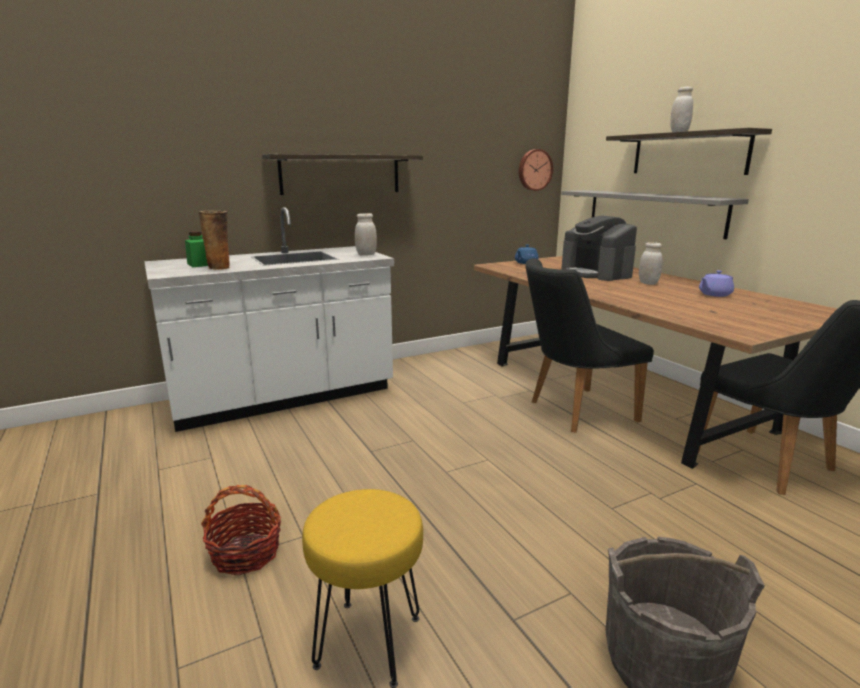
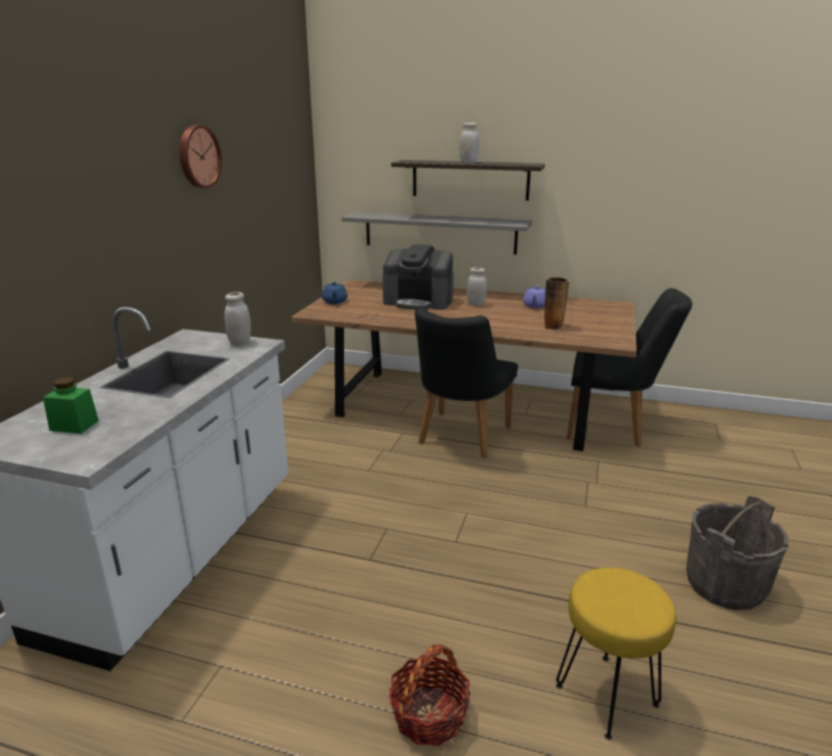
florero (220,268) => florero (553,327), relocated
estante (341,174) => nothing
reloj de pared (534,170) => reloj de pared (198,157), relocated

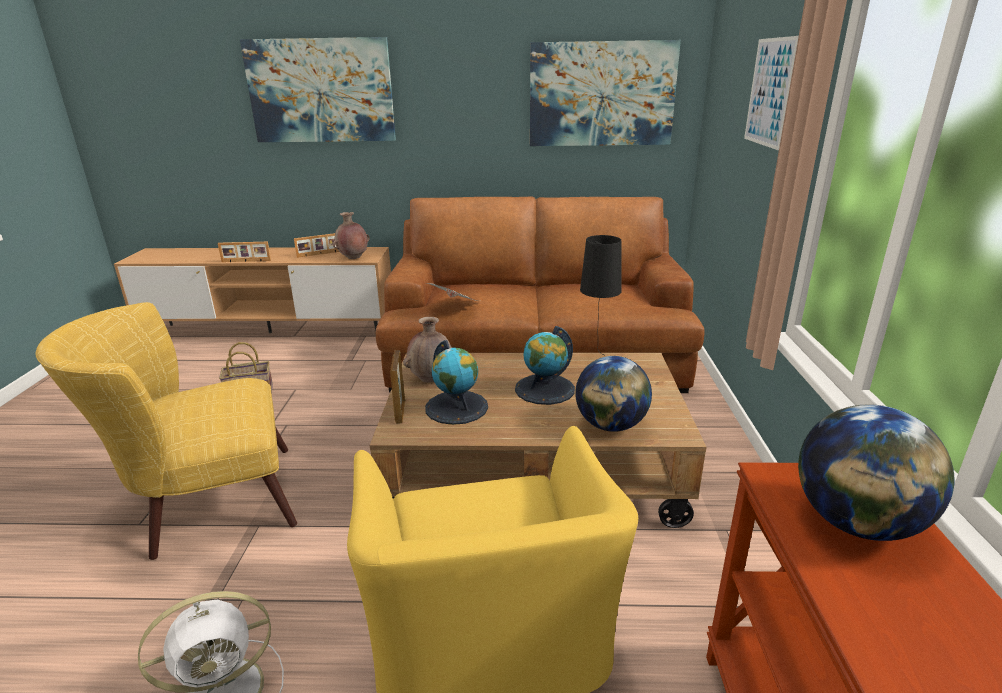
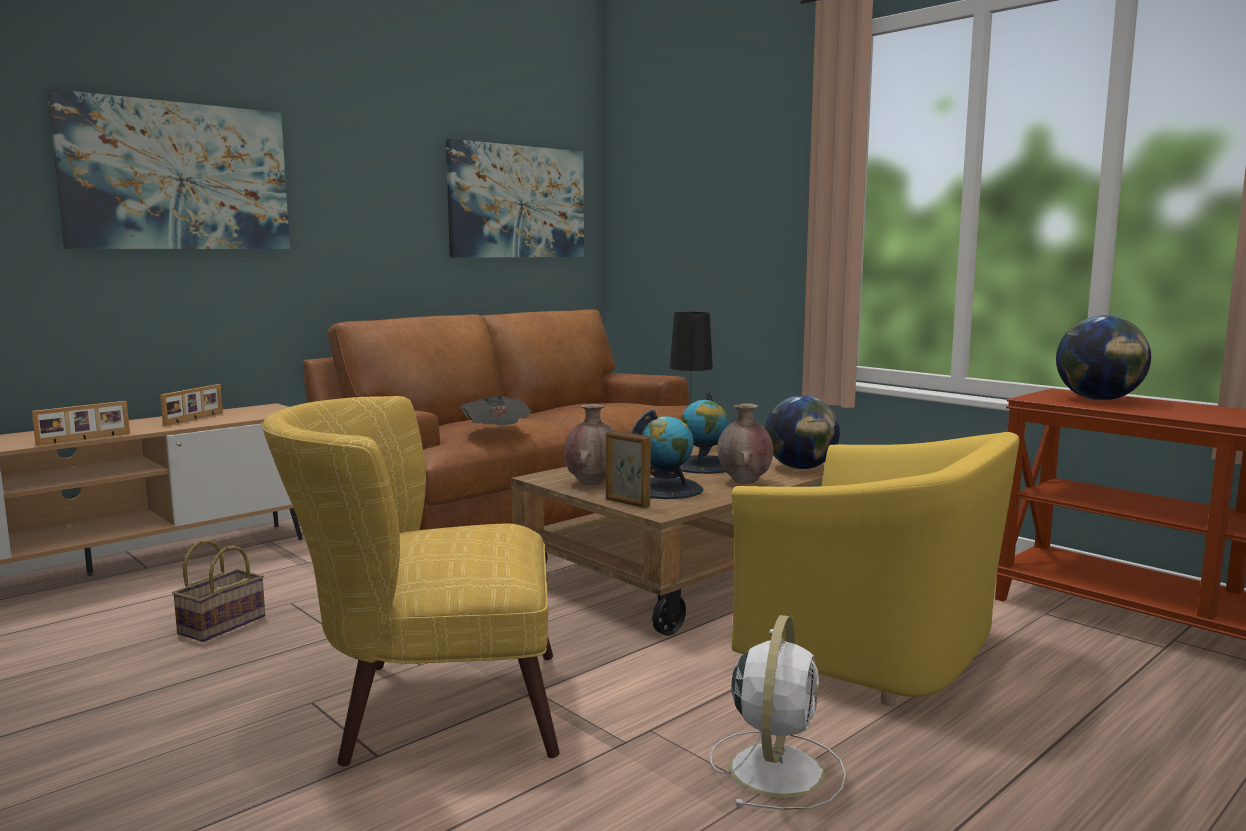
sillón [amarillo] (205,504) => sillón [amarillo] (426,708), 60 degrees clockwise
florero [marrón] (353,258) => florero [marrón] (744,482), relocated
cuadro (769,92) => nothing

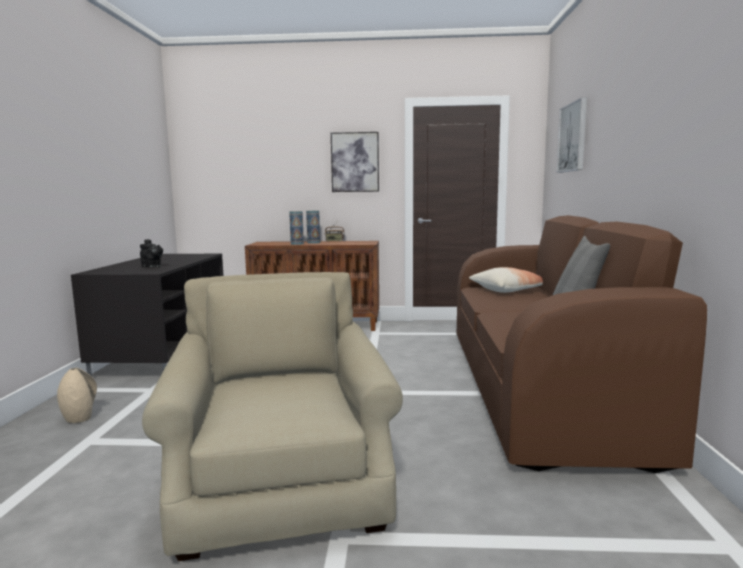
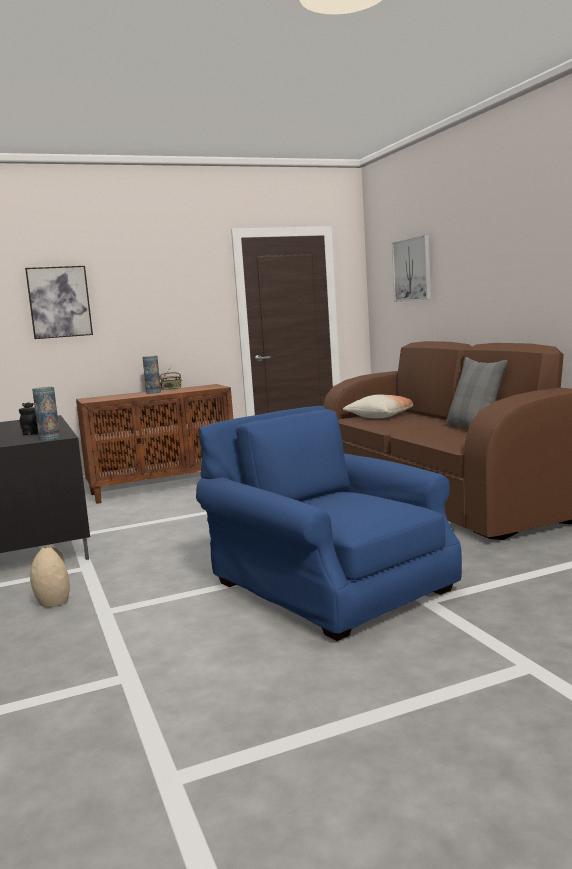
sillón [beis] (281,477) => sillón [azul] (330,586)
florero (297,244) => florero (49,438), relocated
cuadro (355,162) => cuadro (59,302), relocated

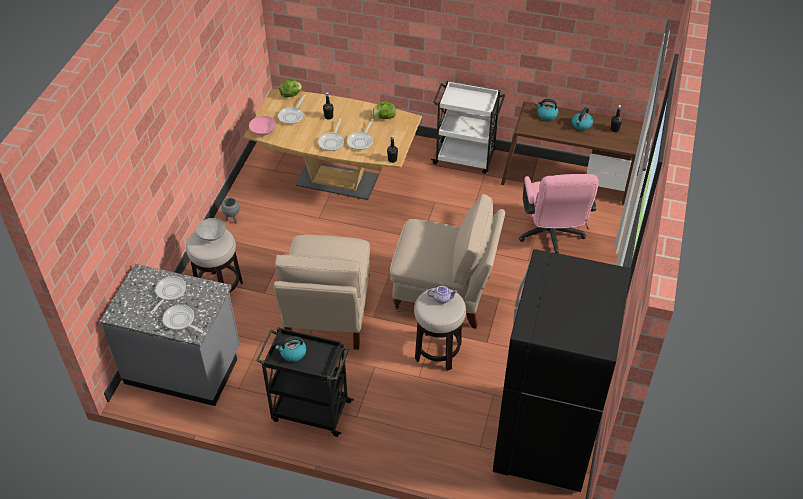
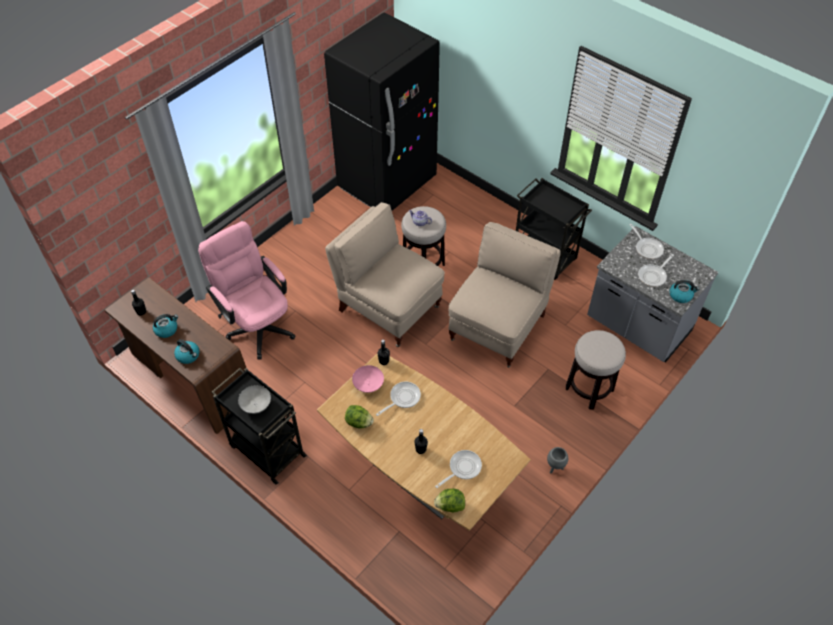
cuenco [gris] (212,236) => cuenco [gris] (256,405), relocated
cuenco [rosa] (263,132) => cuenco [rosa] (368,384), relocated
hervidor (292,353) => hervidor (681,295), relocated
sartén (332,142) => nothing
carrito [blanco] (465,158) => carrito [negro] (266,450)
silla de oficina [rosa] (551,237) => silla de oficina [rosa] (257,324), 60 degrees counterclockwise

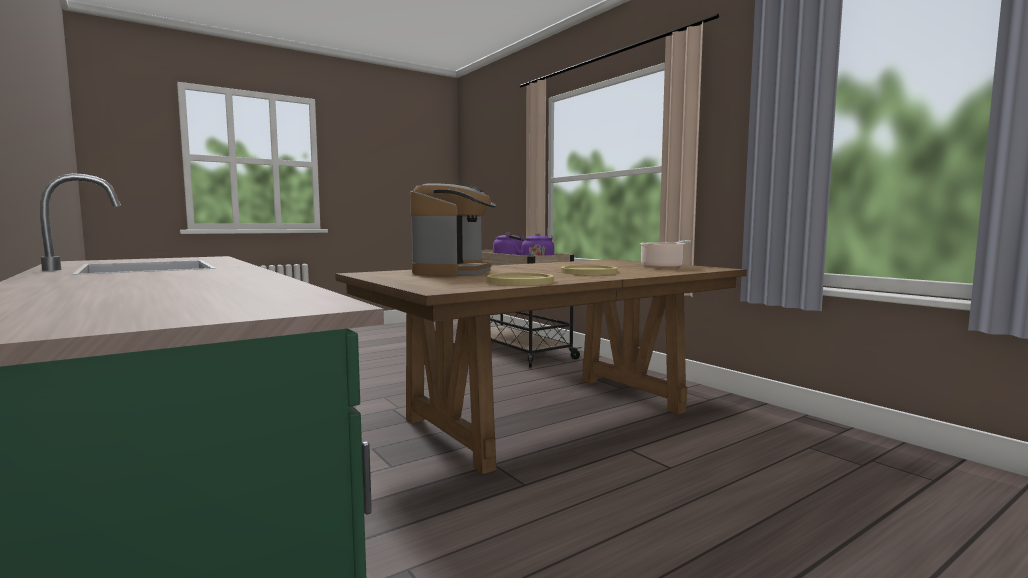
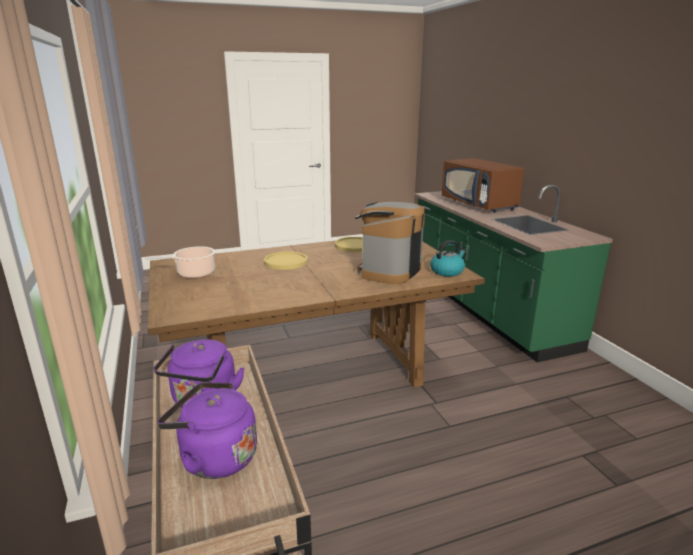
nothing => hervidor (447,271)
nothing => microondas [marrón] (479,205)

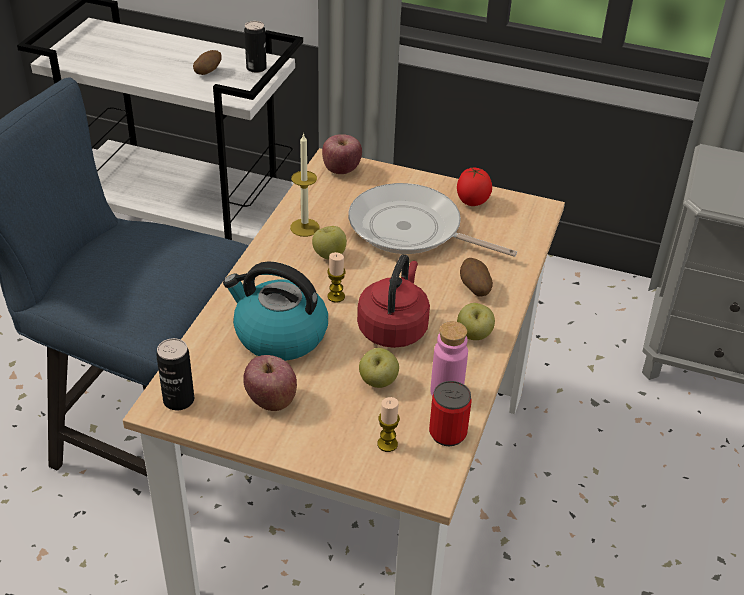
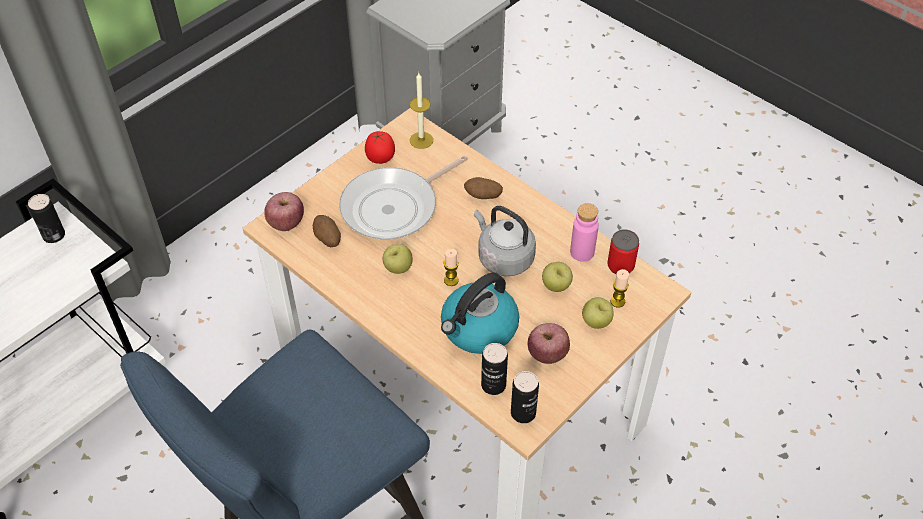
patata (207,72) => patata (327,239), relocated
vela (304,227) => vela (421,140), relocated
hervidor [rojo] (393,328) => hervidor [gris] (503,258)
manzana (474,335) => manzana (596,322), relocated
nothing => lata (493,385)

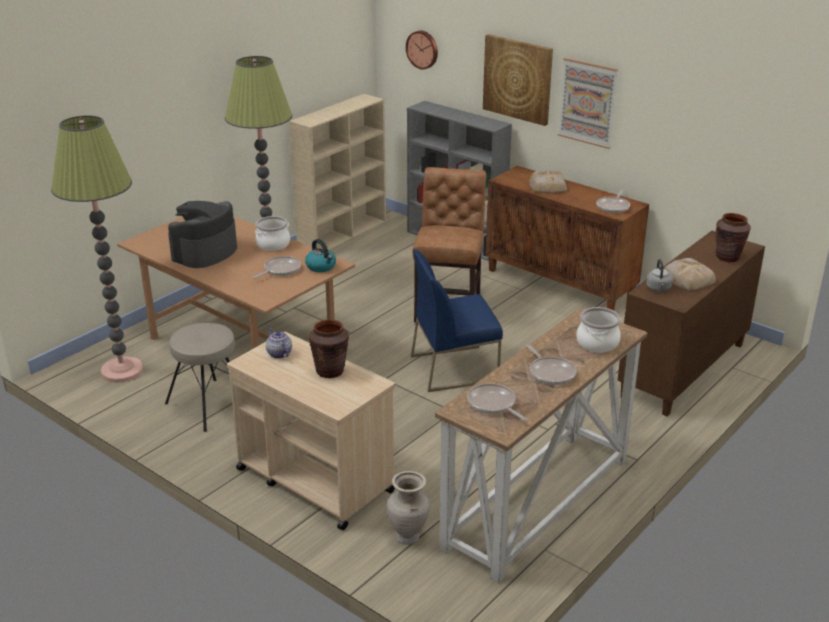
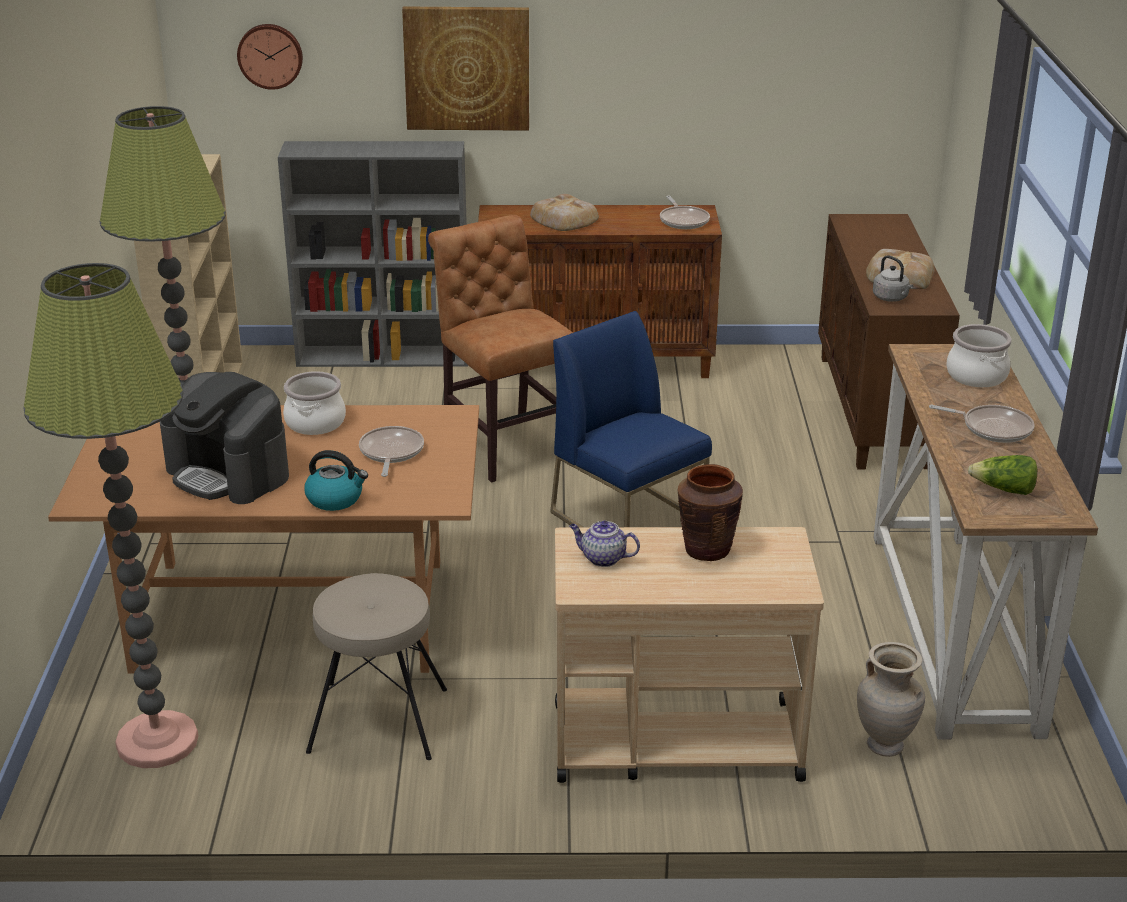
cafetera (205,252) => cafetera (229,473), 45 degrees counterclockwise
hervidor (321,267) => hervidor (335,499), relocated
silla [azul] (454,368) => silla [azul] (629,518), 105 degrees clockwise
sartén (493,404) => lechuga (1003,490)
cuadro (587,102) => nothing
florero [marrón] (727,257) => nothing

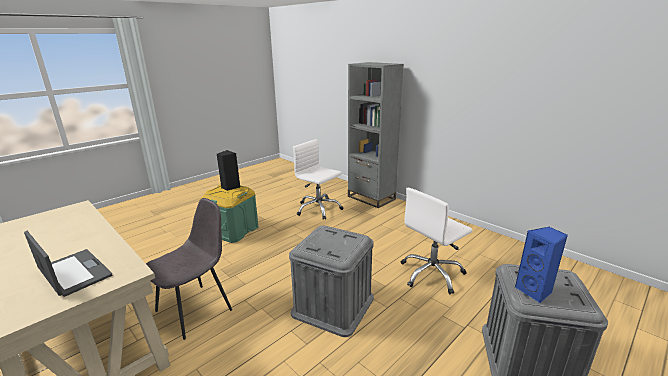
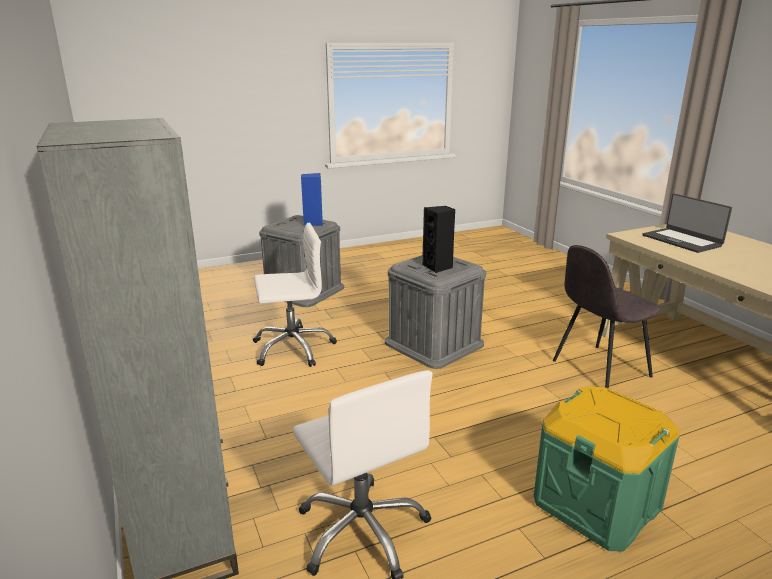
altavoz [negro] (230,187) => altavoz [negro] (438,267), relocated

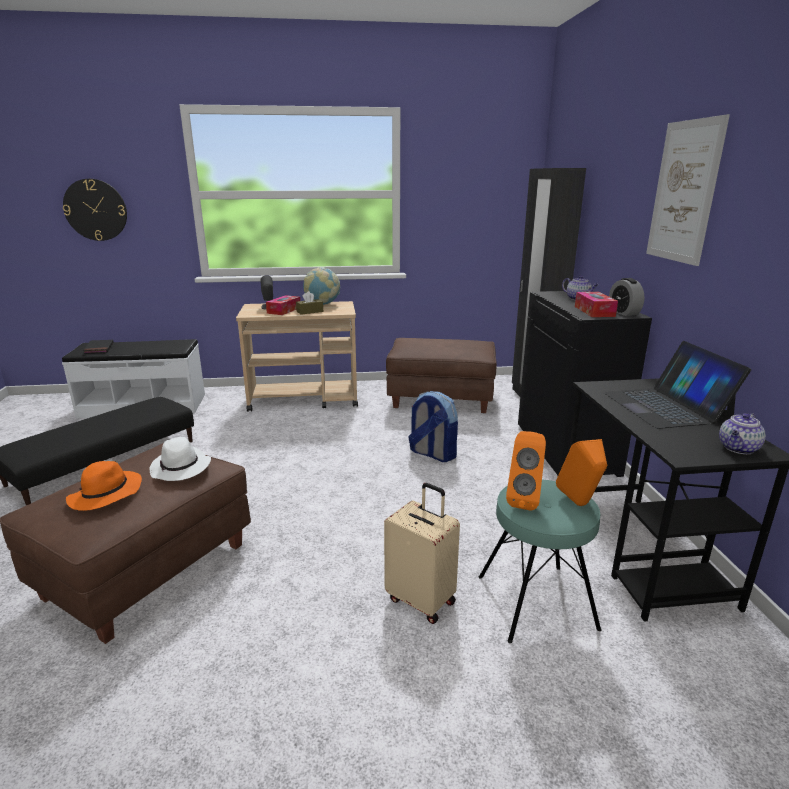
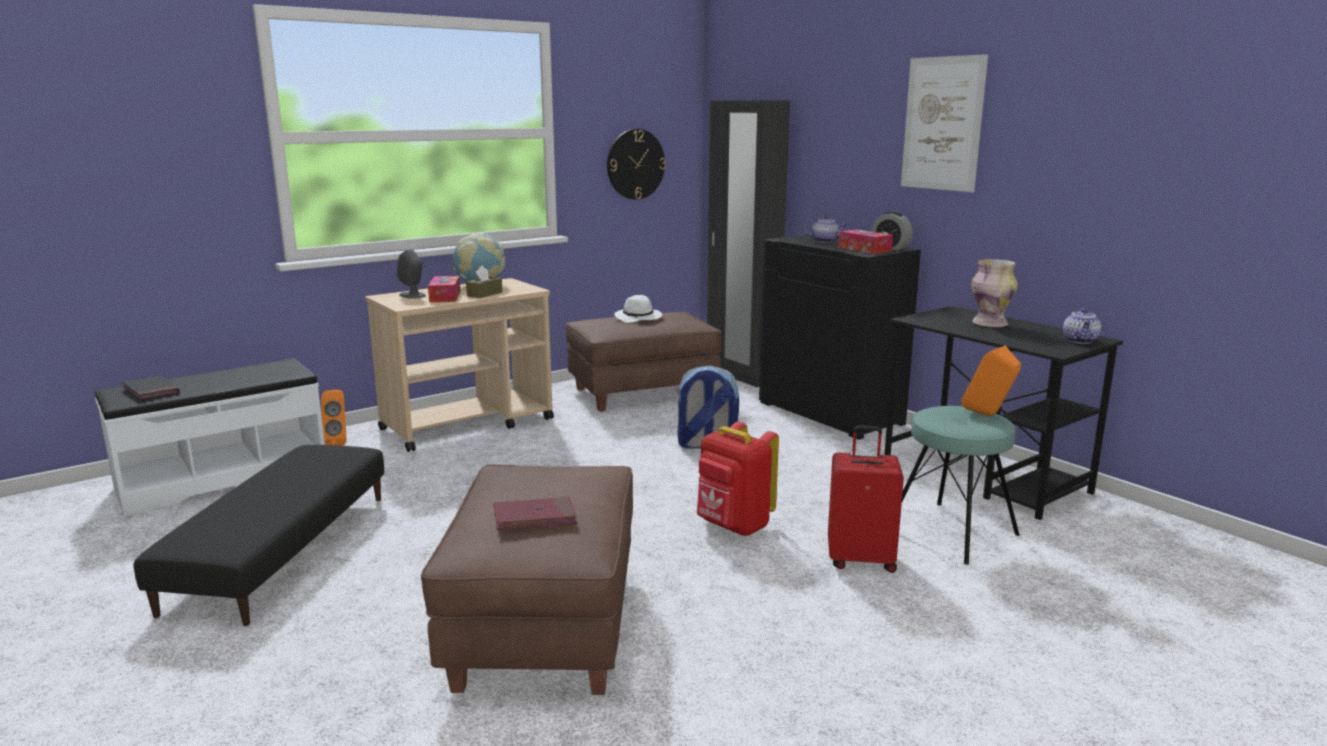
reloj de pared (95,210) => reloj de pared (635,164), relocated
sombrero [naranja] (106,495) => libro [rojo] (534,517)
sombrero [blanco] (181,468) => sombrero [blanco] (638,318), relocated
maleta [beis] (422,600) => maleta [rojo] (861,560)
altavoz [naranja] (524,500) => altavoz [naranja] (338,443), relocated
portátil (666,406) => florero (990,324)
nothing => mochila [rojo] (733,526)

